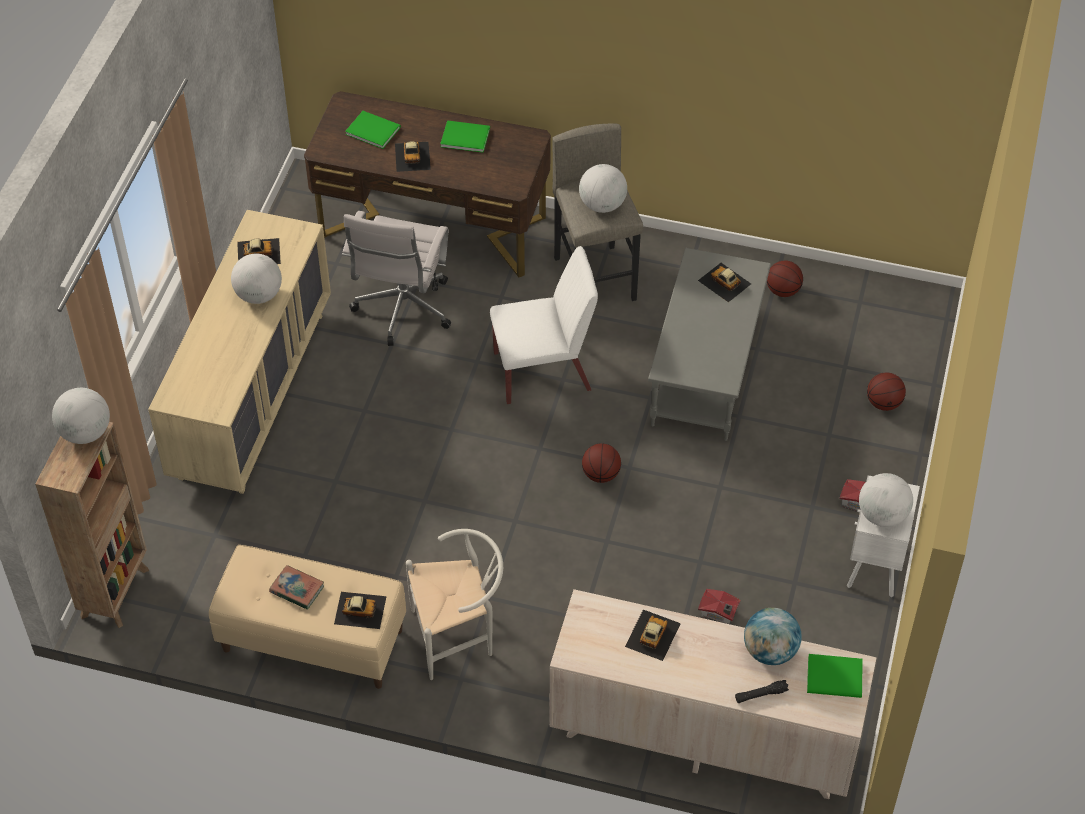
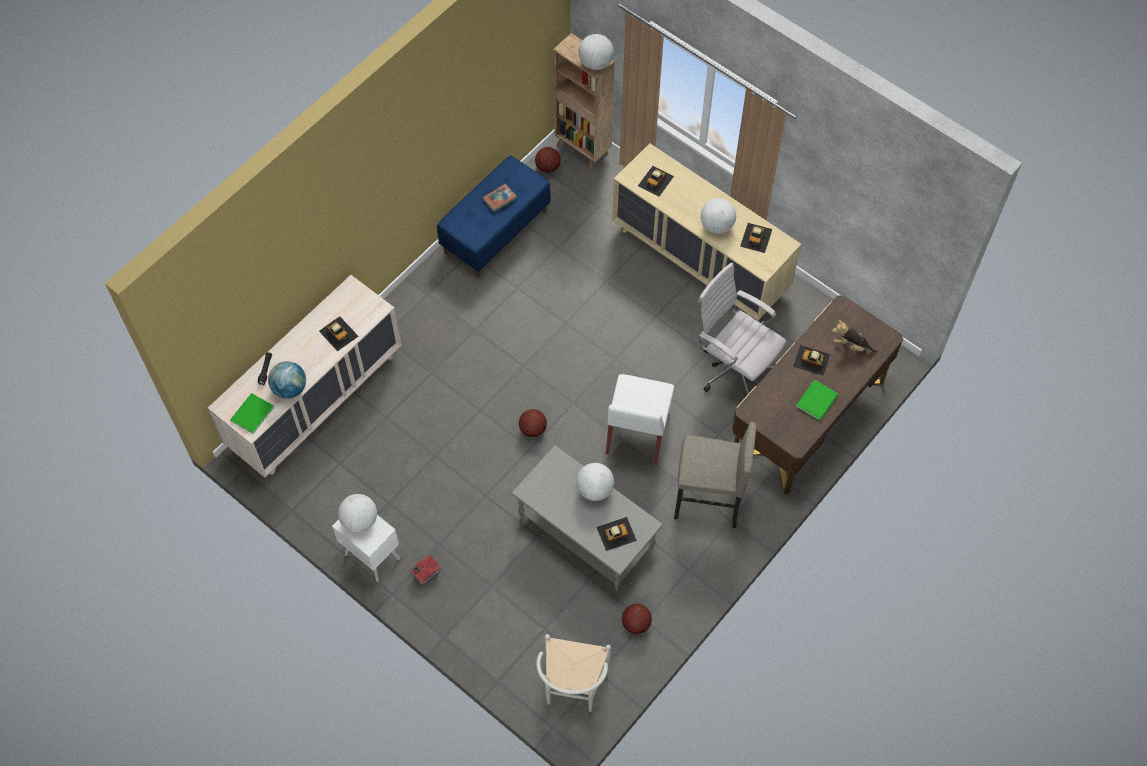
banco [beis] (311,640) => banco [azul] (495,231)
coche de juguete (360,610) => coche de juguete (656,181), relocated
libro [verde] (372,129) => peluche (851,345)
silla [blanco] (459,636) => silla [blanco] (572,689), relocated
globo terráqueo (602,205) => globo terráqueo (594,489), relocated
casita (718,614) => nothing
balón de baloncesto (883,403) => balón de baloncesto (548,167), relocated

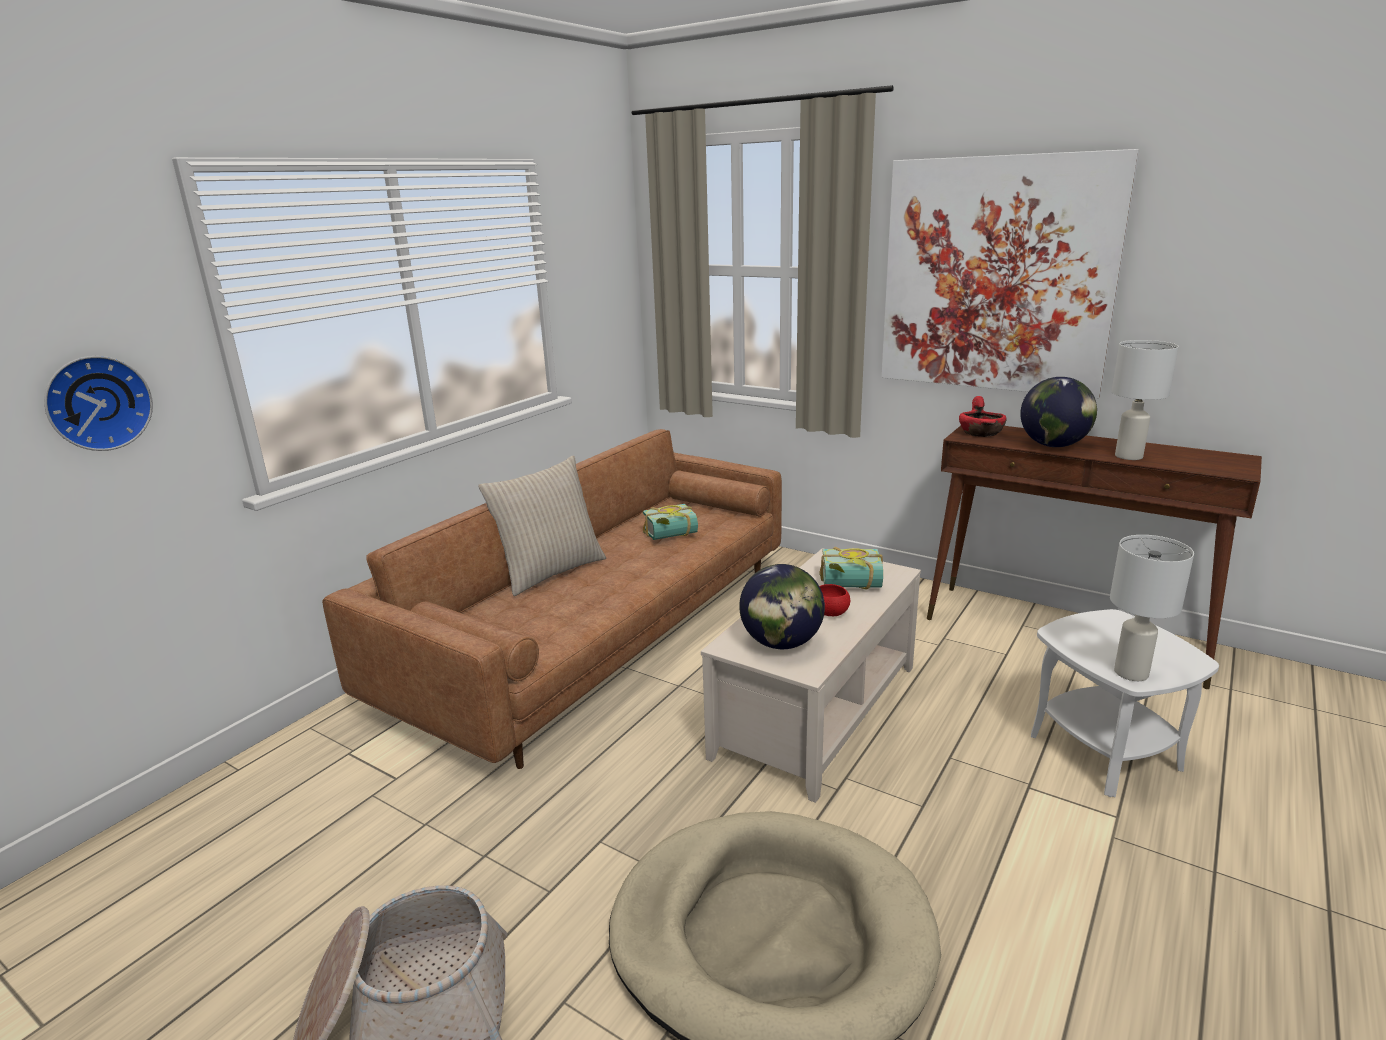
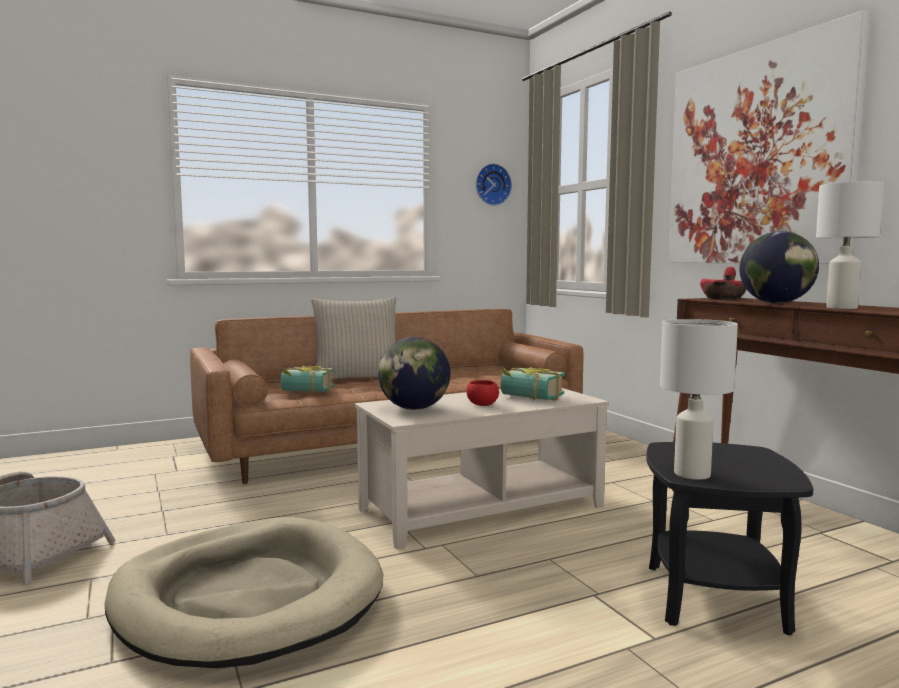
reloj de pared (97,402) => reloj de pared (492,185), relocated
libro (672,536) => libro (305,392), relocated
mesa auxiliar [blanco] (1104,752) => mesa auxiliar [negro] (715,598)

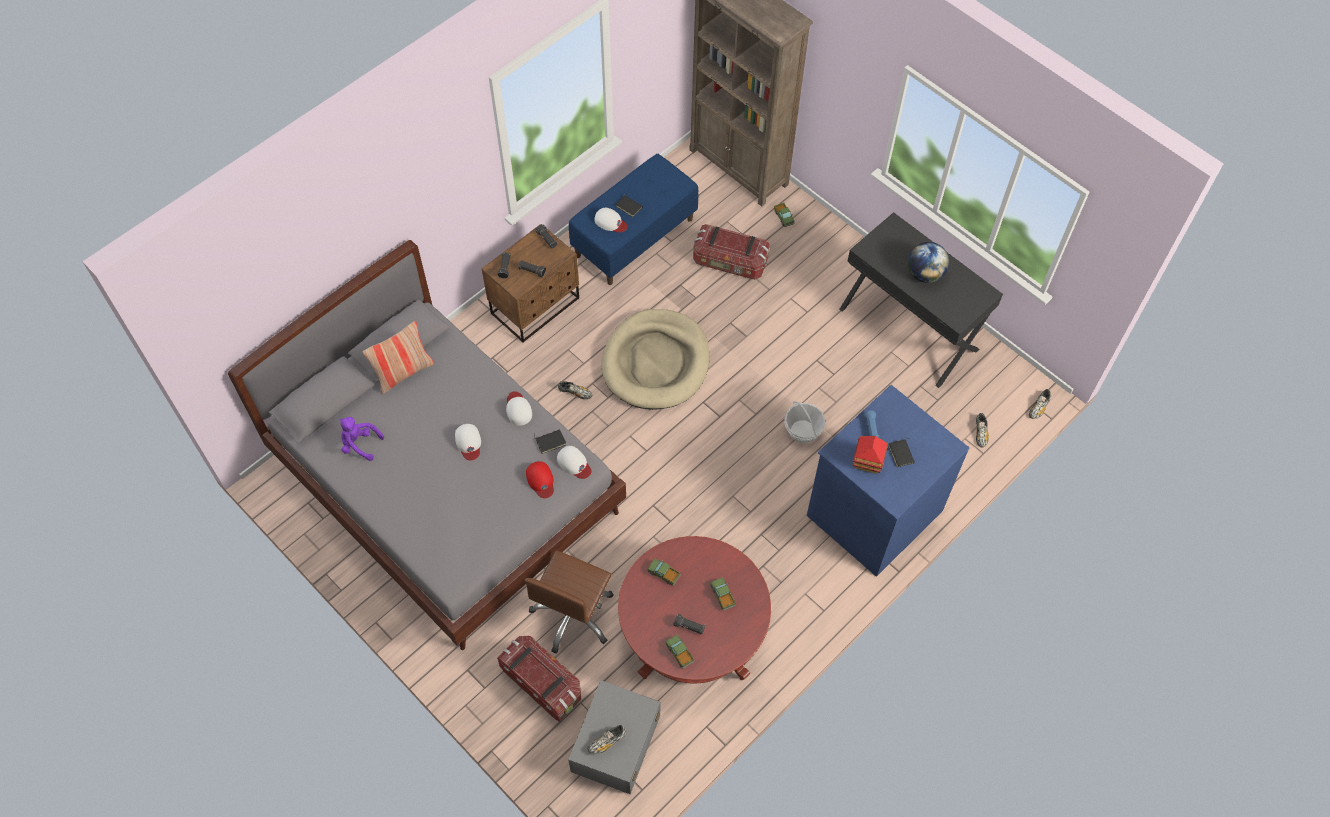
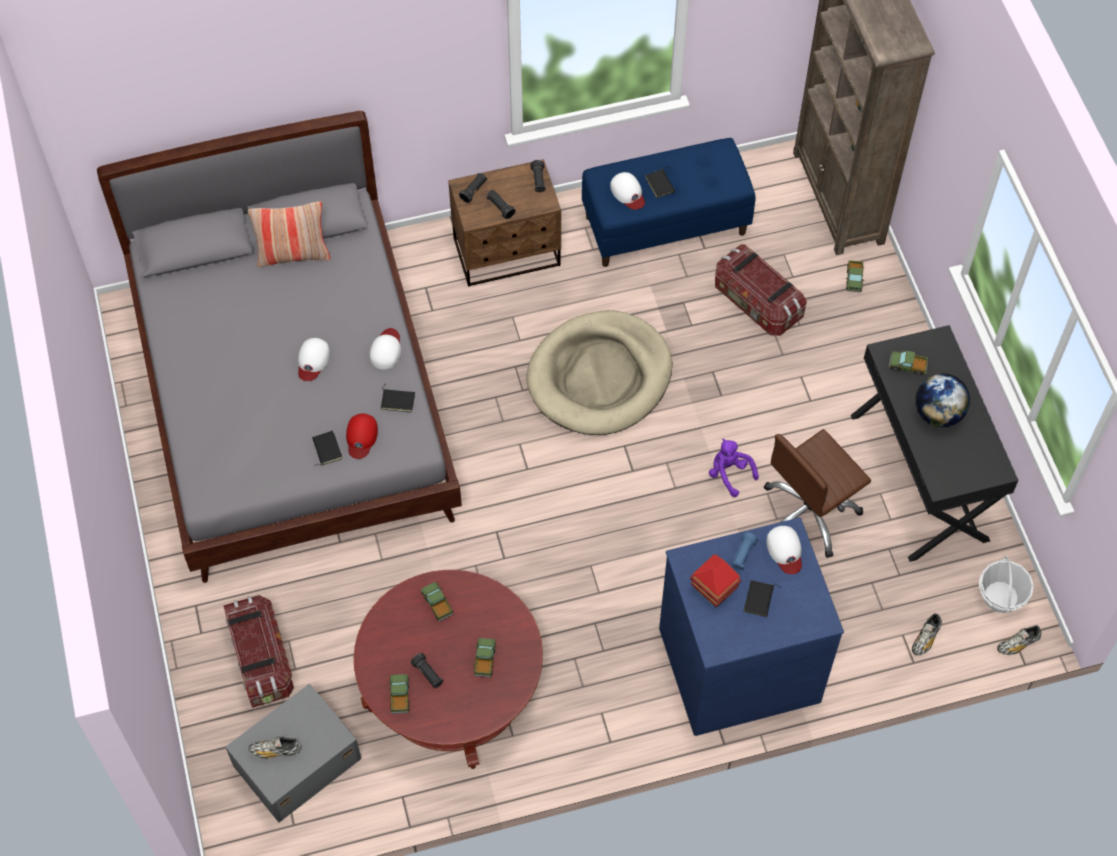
peluche [morado] (360,444) => peluche [morado] (729,474), relocated
silla de oficina [marrón] (573,615) => silla de oficina [marrón] (809,513), relocated
gorra [blanco] (574,463) => gorra [blanco] (785,550), relocated
zapato (575,393) => nothing
cesta (802,431) => cesta (1000,597), relocated
nothing => libro [negro] (326,449)
nothing => camión de juguete (907,366)

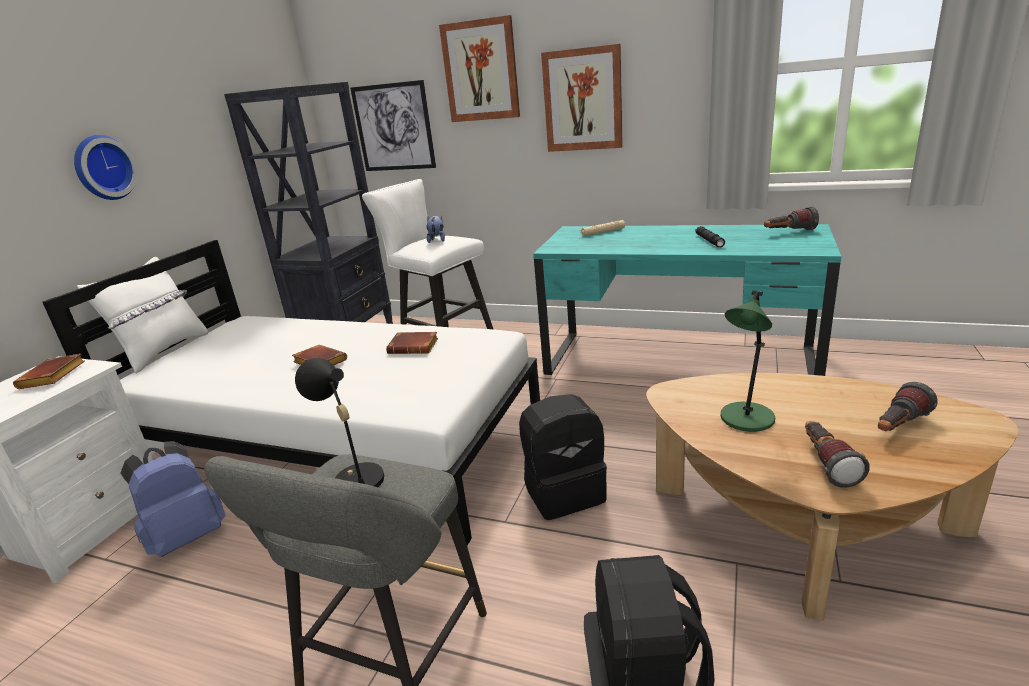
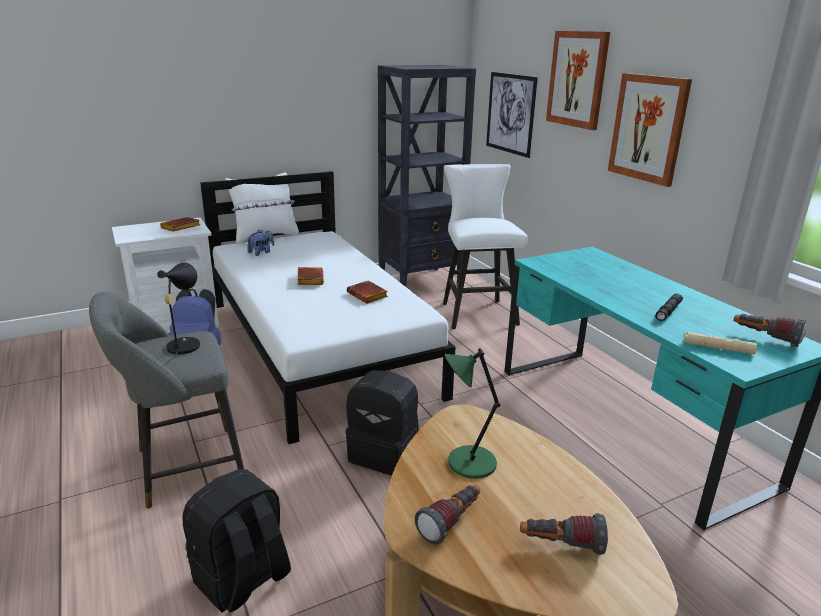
reloj de pared (102,168) => nothing
peluche (437,240) => peluche (261,252), relocated
linterna [beis] (602,232) => linterna [beis] (717,348), relocated

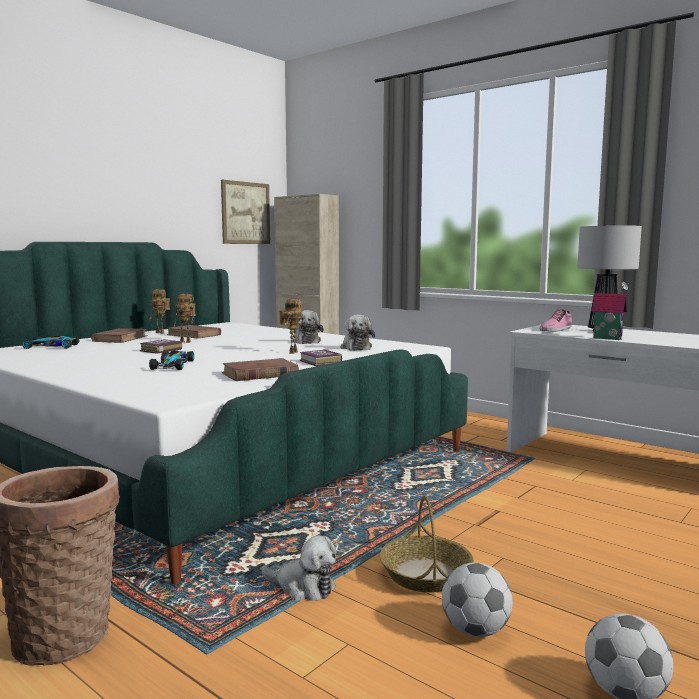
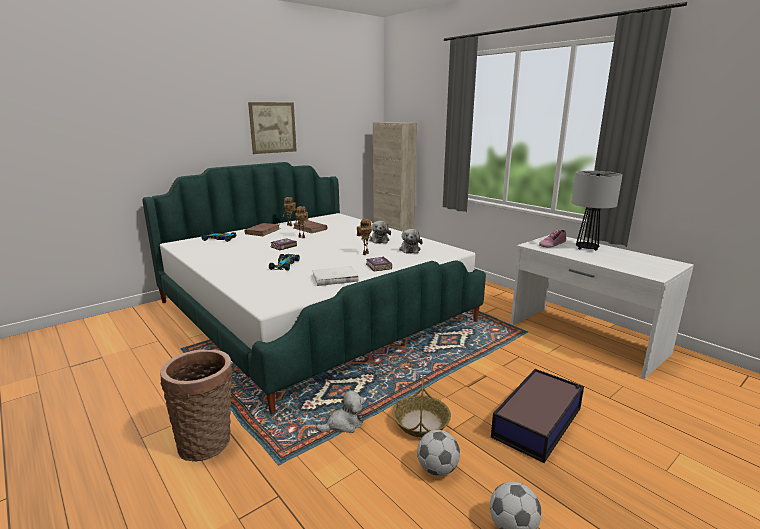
cuadro (245,213) => cuadro (273,127), relocated
libro [marrón] (259,374) => libro [blanco] (334,279)
peluche (302,587) => peluche (344,424), 60 degrees counterclockwise
casita (608,338) => nothing
nothing => caja de almacenaje (538,422)

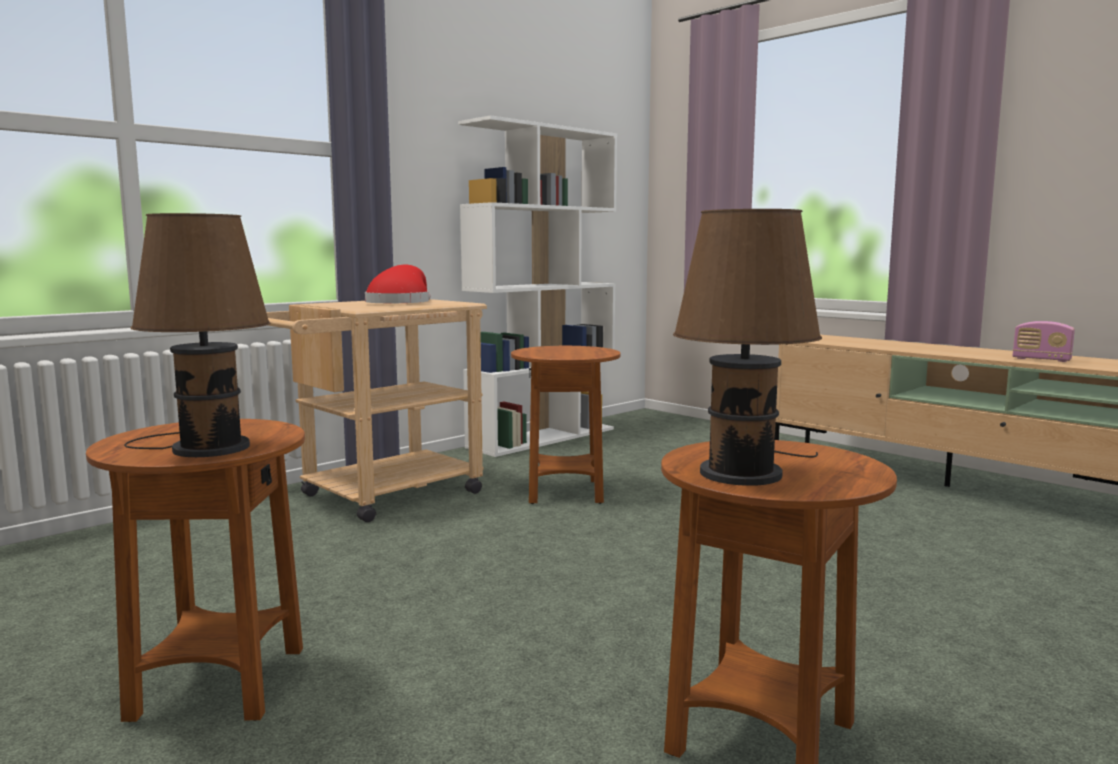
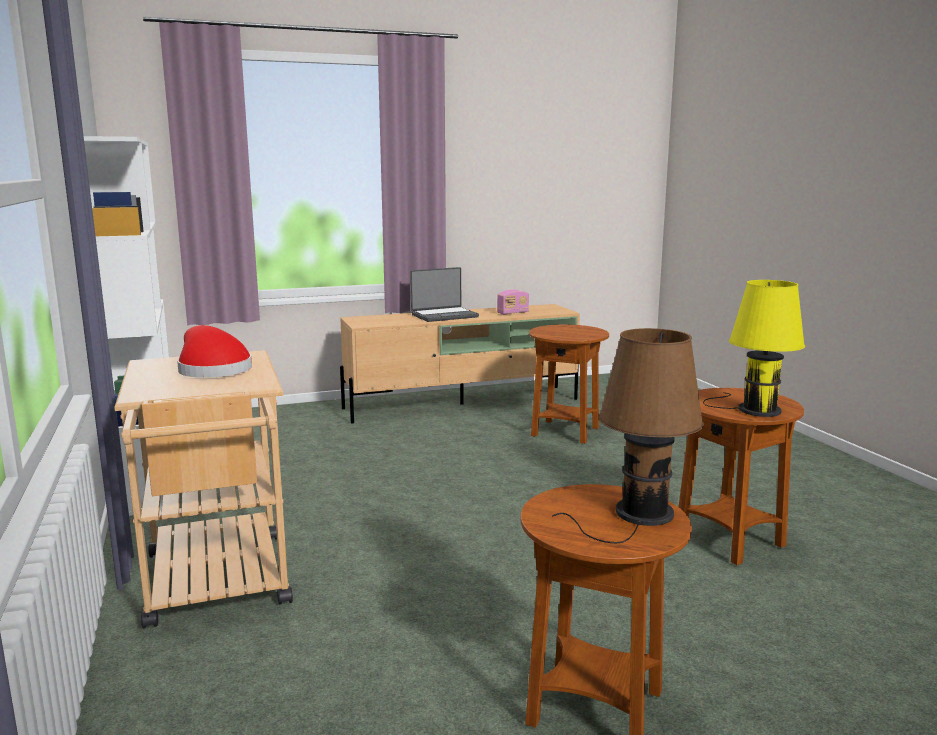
mesa auxiliar [marrón] (565,492) => mesa auxiliar [marrón] (565,432), relocated
lámpara de mesa [marrón] (742,471) => lámpara de mesa [amarillo] (754,409)
nothing => portátil (444,315)

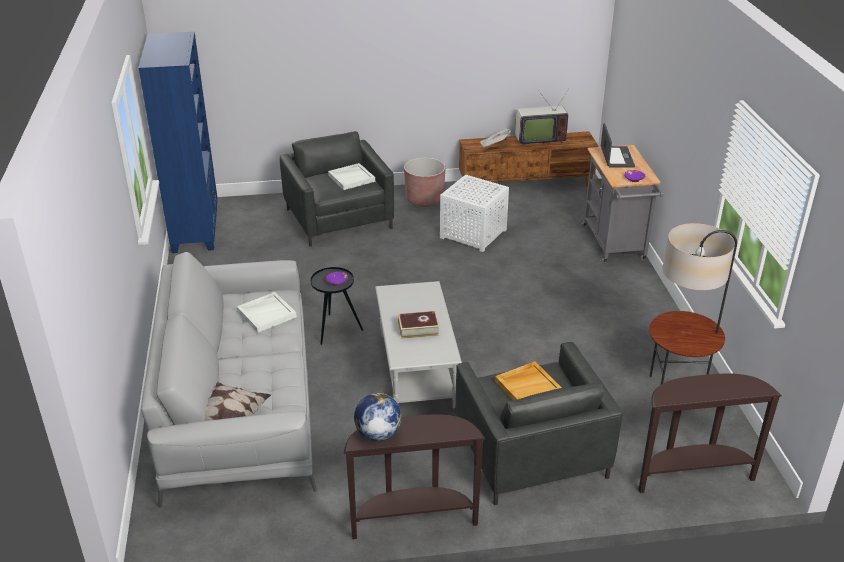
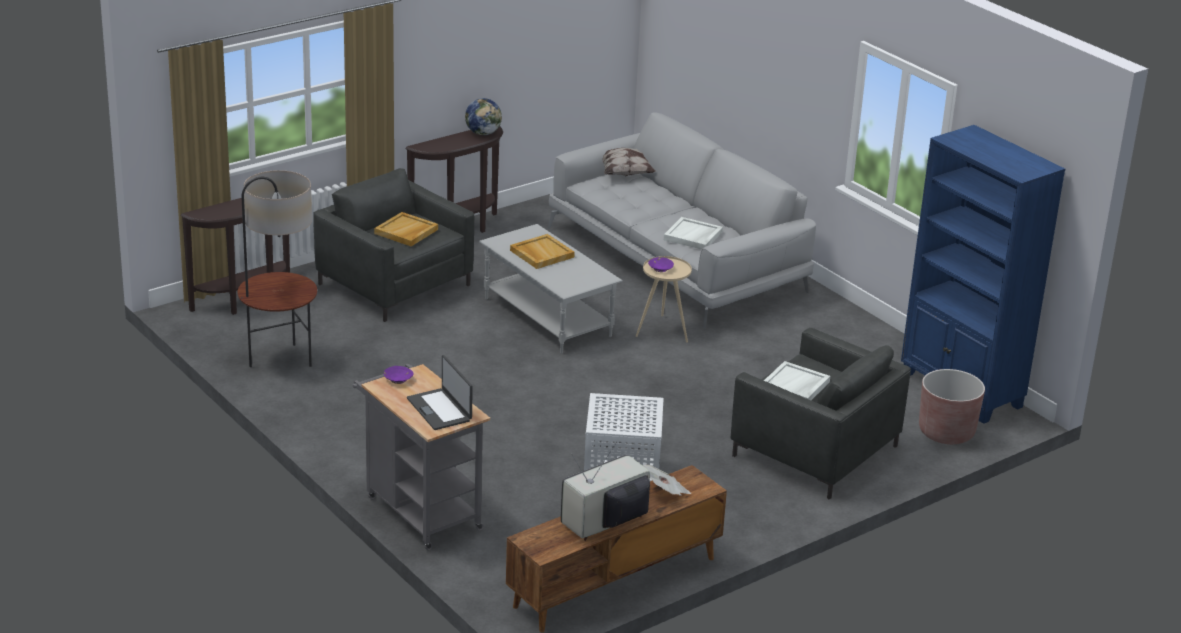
mesa auxiliar [negro] (335,330) => mesa auxiliar [beis] (663,330)
libro (418,329) => bandeja [beis] (541,254)
maceta [marrón] (424,199) => maceta [marrón] (946,432), relocated

